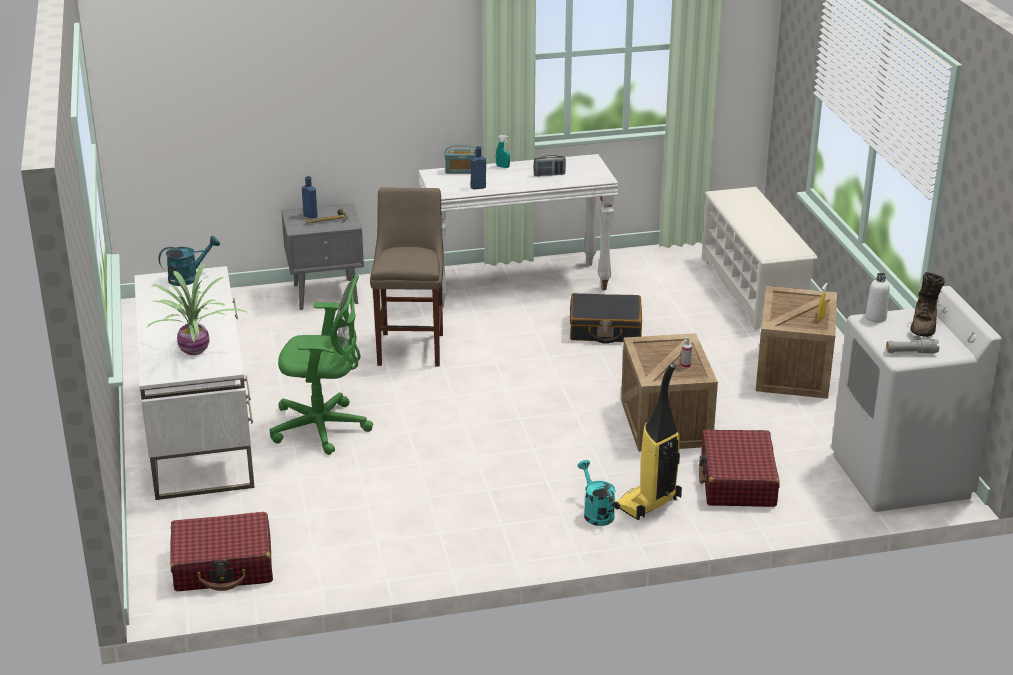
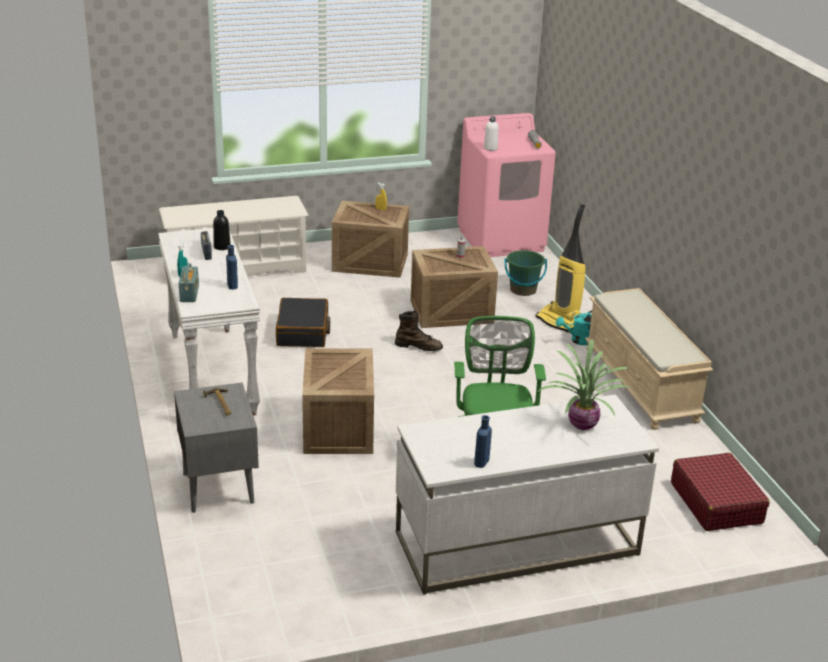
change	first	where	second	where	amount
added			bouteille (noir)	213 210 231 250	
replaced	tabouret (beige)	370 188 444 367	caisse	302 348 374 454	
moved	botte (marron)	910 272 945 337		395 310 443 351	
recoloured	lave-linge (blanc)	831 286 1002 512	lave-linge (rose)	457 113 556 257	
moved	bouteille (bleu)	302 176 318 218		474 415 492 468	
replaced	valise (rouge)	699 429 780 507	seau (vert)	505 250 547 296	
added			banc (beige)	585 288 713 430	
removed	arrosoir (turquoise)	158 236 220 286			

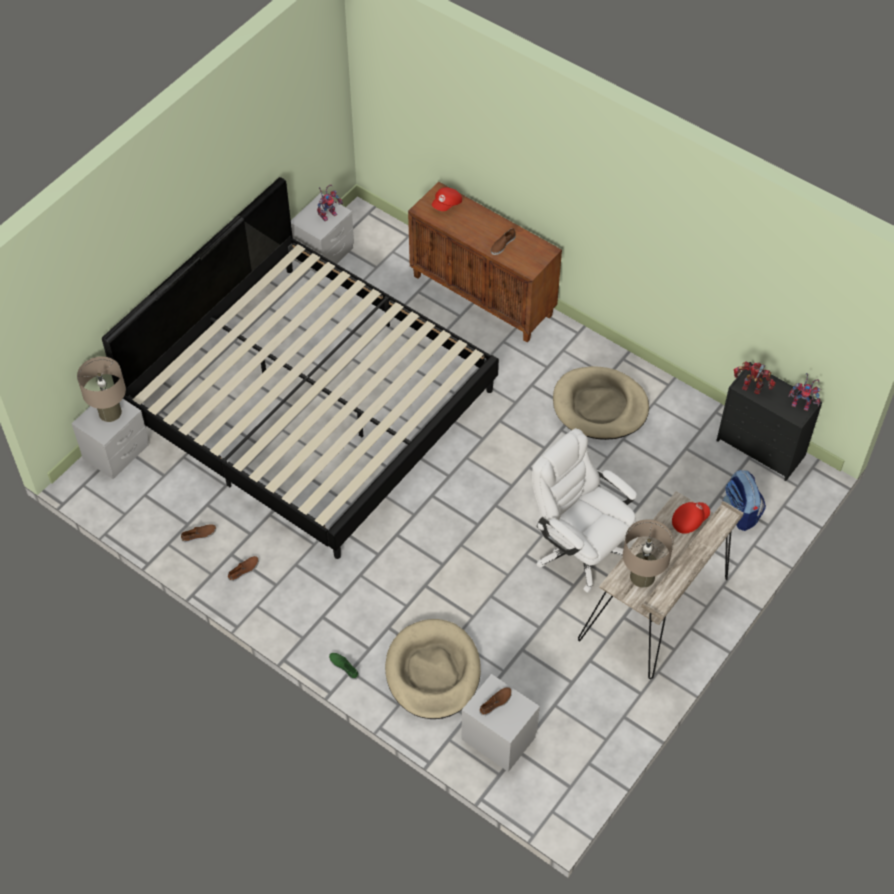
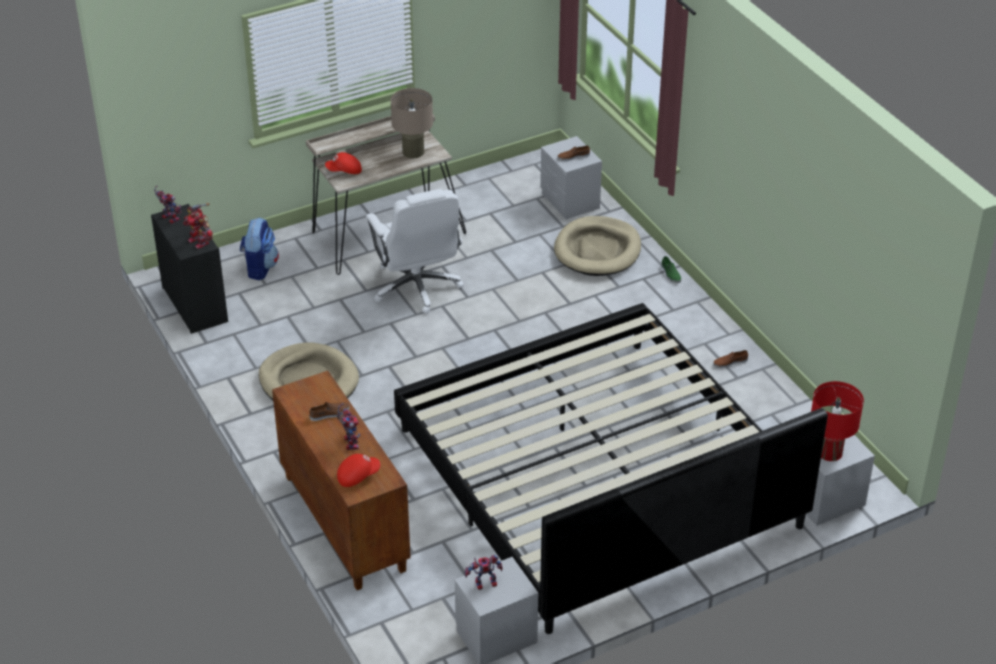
change	first	where	second	where	amount
added			robot jouet	337 403 360 450	
recoloured	lampe de table (beige)	77 356 126 422	lampe de table (rouge)	811 381 864 461	
removed	chaussure (marron)	181 524 216 543			

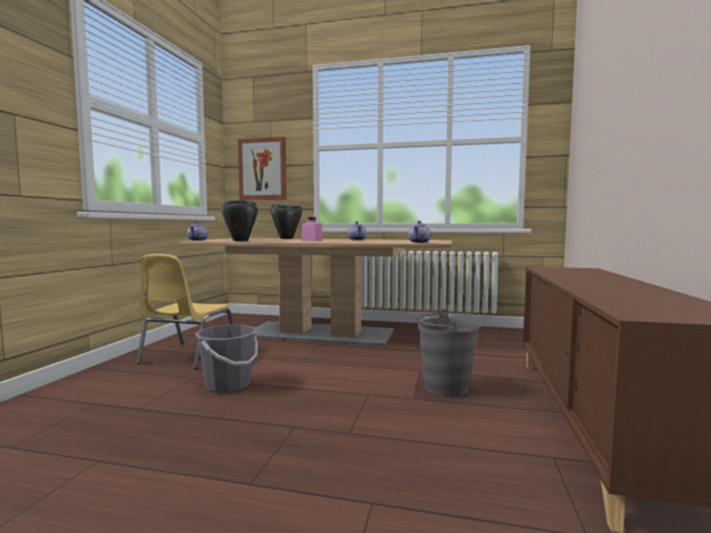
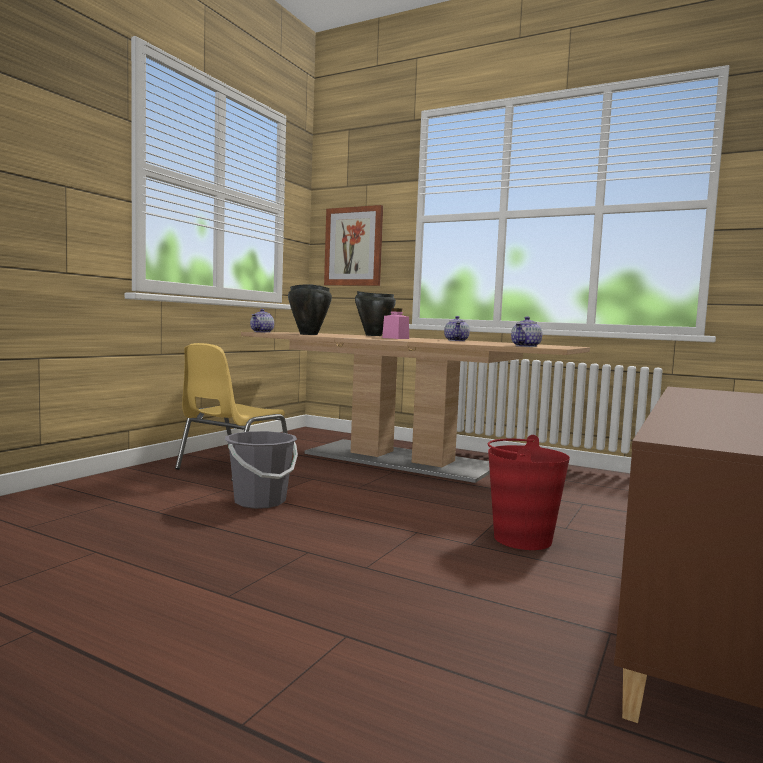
change	first	where	second	where	amount
recoloured	seau (gris)	417 309 479 397	seau (rouge)	488 435 570 550	

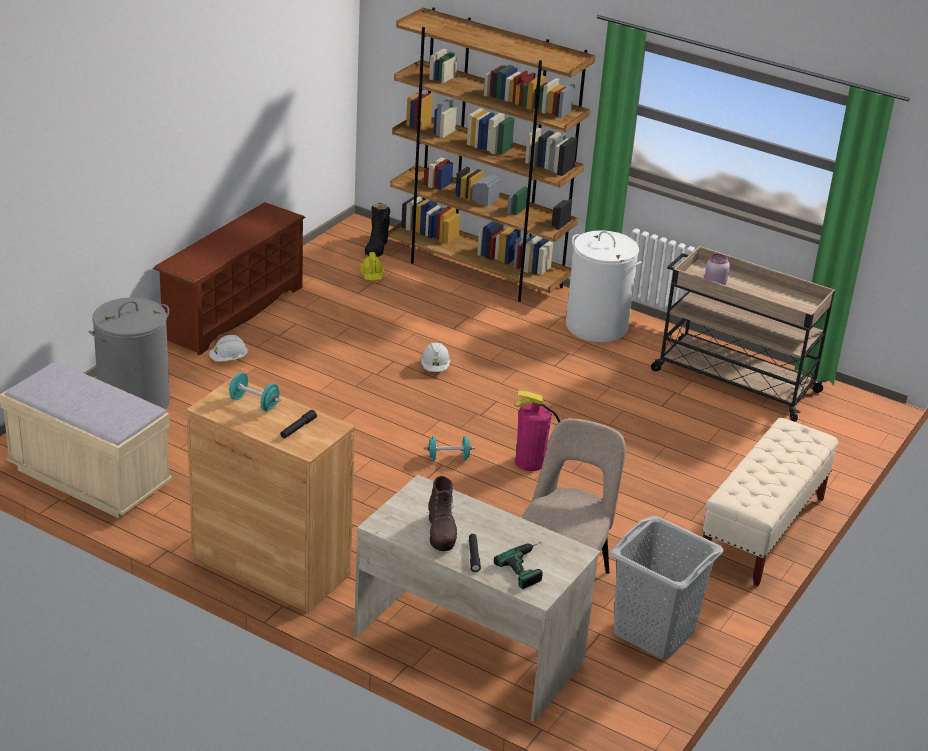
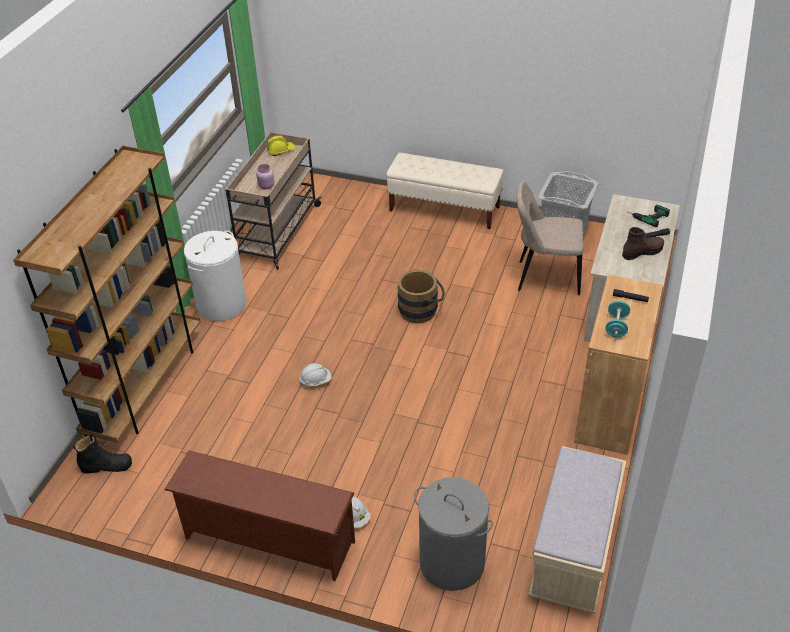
change	first	where	second	where	amount
moved	casque de chantier (jaune)	360 252 384 281		267 136 295 156	
replaced	extincteur	514 390 560 471	seau (marron)	398 270 445 323	
removed	haltère (turquoise)	424 436 475 461			

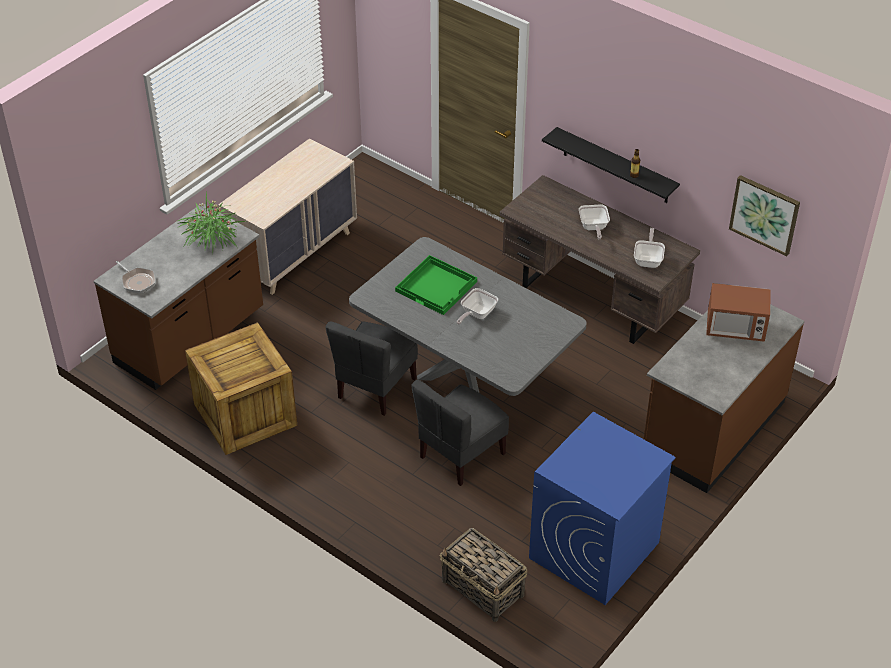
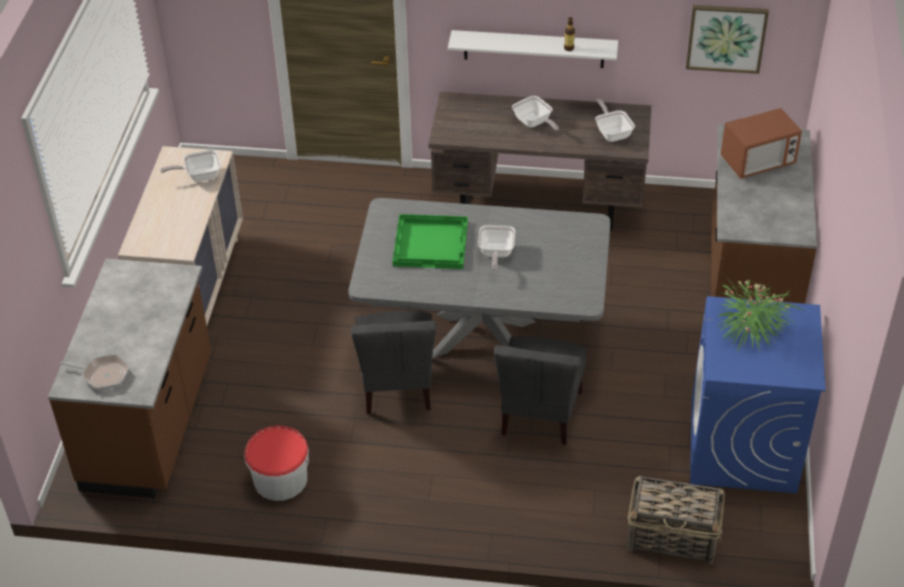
change	first	where	second	where	amount
added			poêle	160 150 221 182	
replaced	caisse	185 322 297 455	seau	244 425 309 501	
recoloured	étagère (noir)	542 127 680 203	étagère (blanc)	448 30 618 68	
moved	plante en pot	176 192 246 250		717 276 804 353	

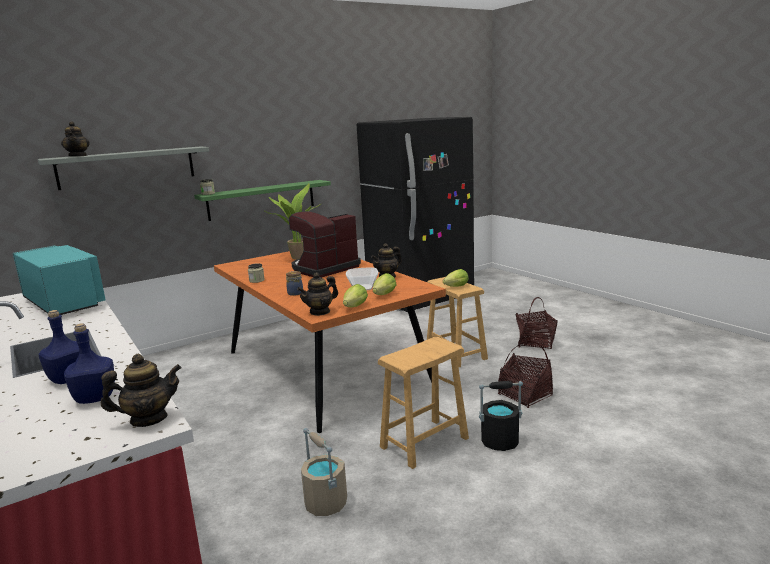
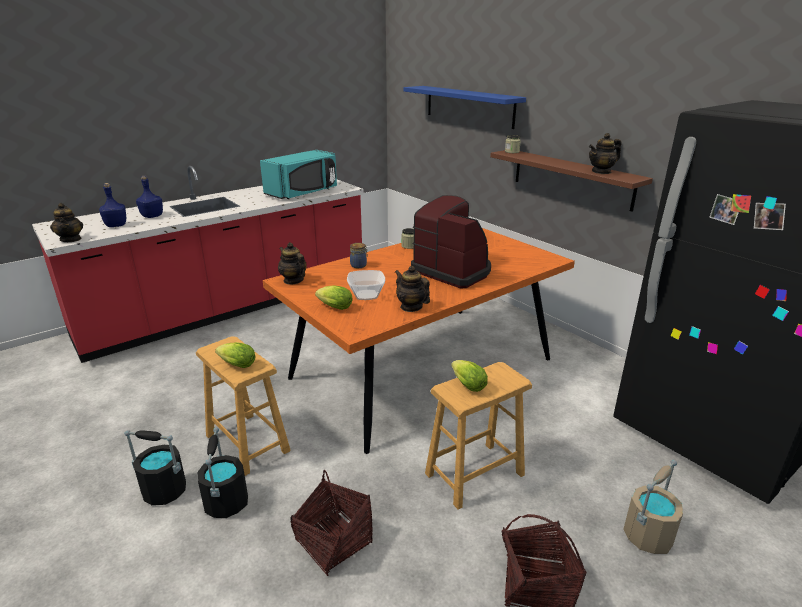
change	first	where	second	where	amount
added			seau (noir)	124 430 186 505	
moved	laitue	343 284 368 307		215 342 256 368	
recoloured	étagère (gris)	38 146 209 190	étagère (bleu)	403 86 526 129	
recoloured	étagère (vert)	194 180 331 221	étagère (marron)	490 150 653 212	
moved	théière	61 121 90 156		589 133 622 174	
moved	seau (beige)	301 428 347 516		624 460 683 554	
removed	plante en pot	265 183 323 260			

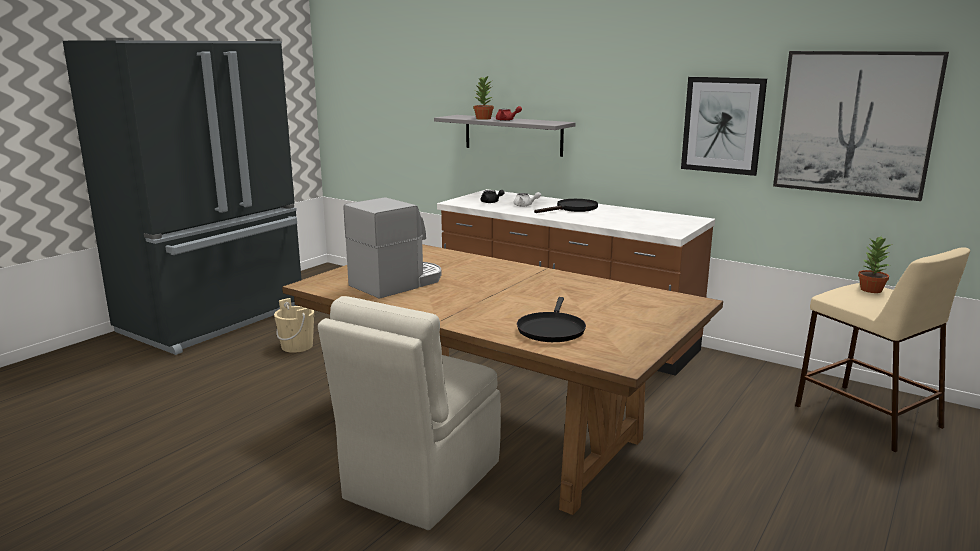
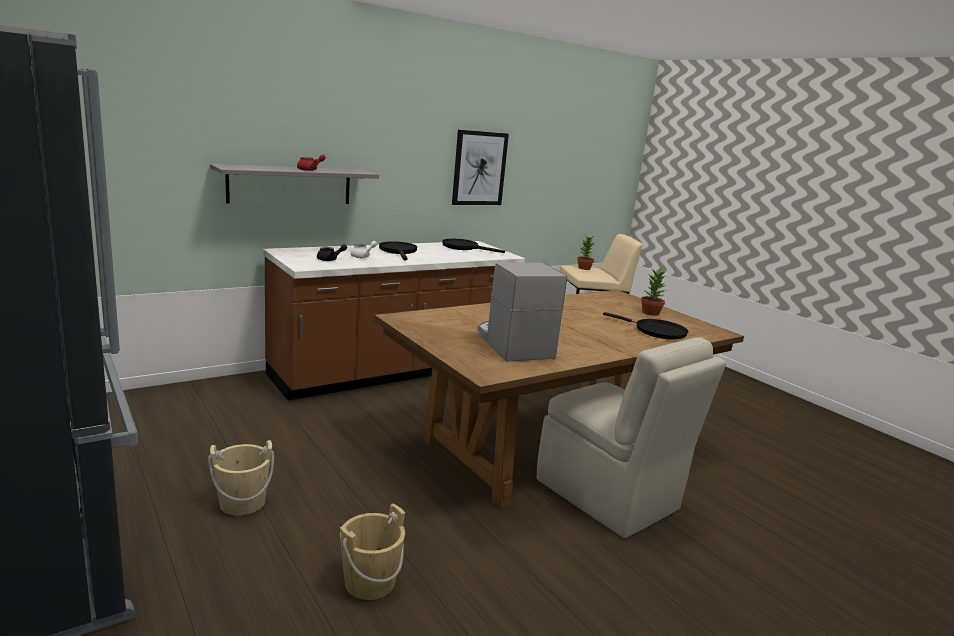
change	first	where	second	where	amount
added			seau (beige)	340 504 405 600	
added			poêle (noir)	442 239 505 253	
moved	plante en pot	473 75 494 120		641 267 667 316	
removed	tableau	773 51 949 201			

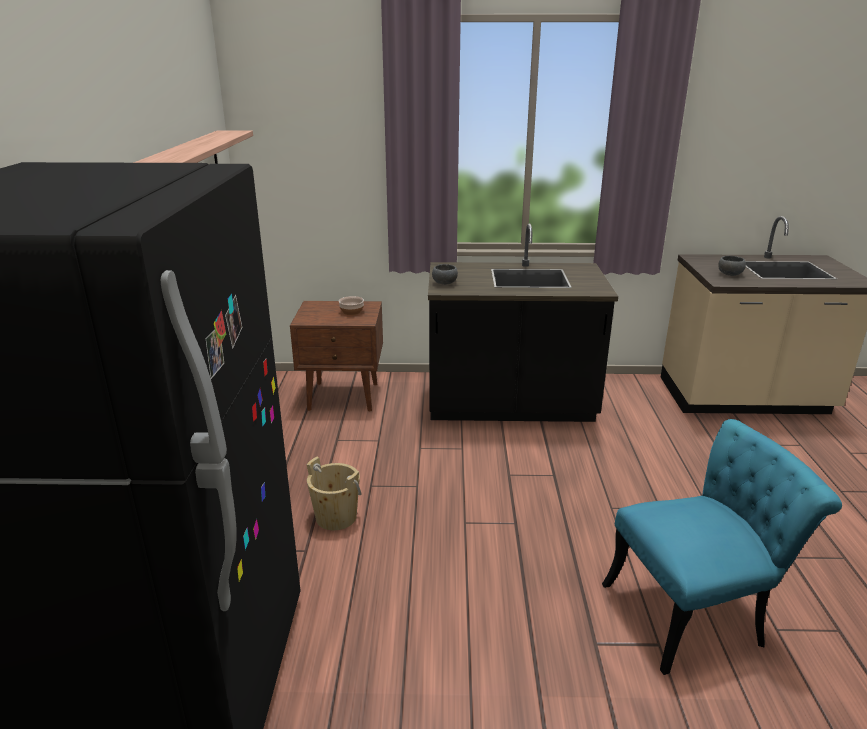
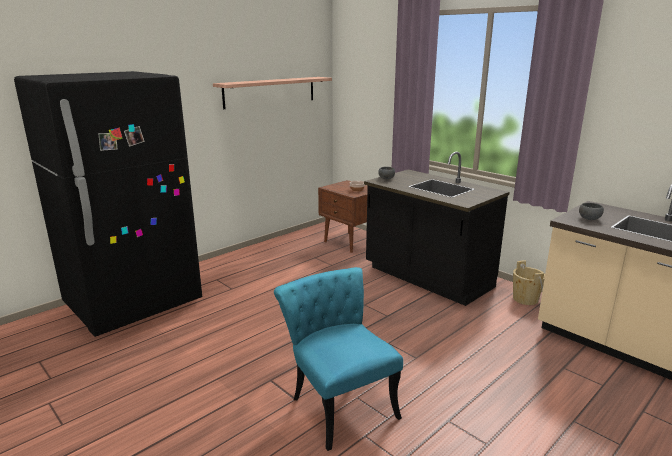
change	first	where	second	where	amount
turned	chaise (turquoise)	602 419 842 675		274 267 403 451	150 degrees counterclockwise
moved	seau (beige)	306 457 362 530		513 260 545 305	

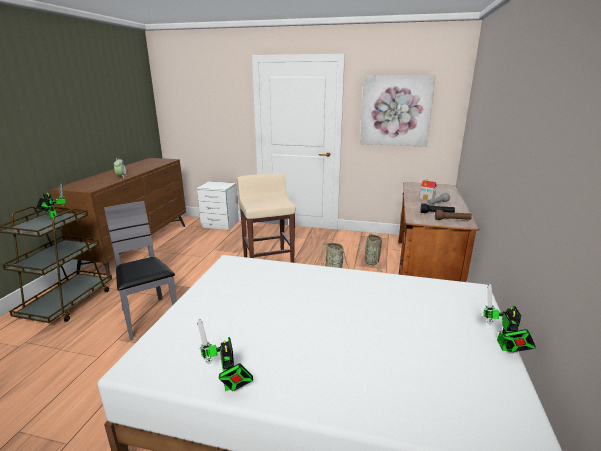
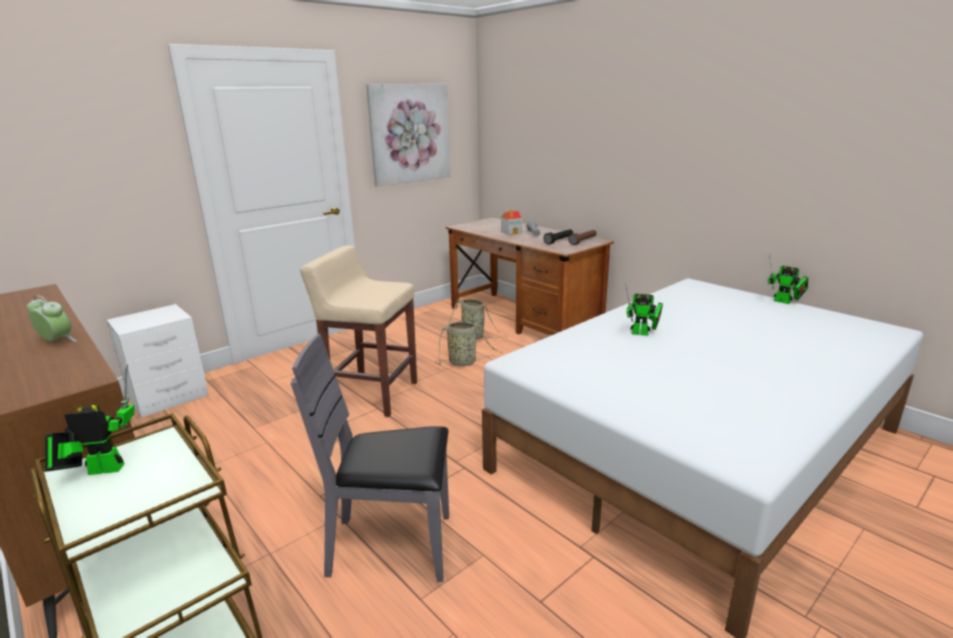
change	first	where	second	where	amount
moved	robot jouet	197 319 253 391		626 286 663 336	

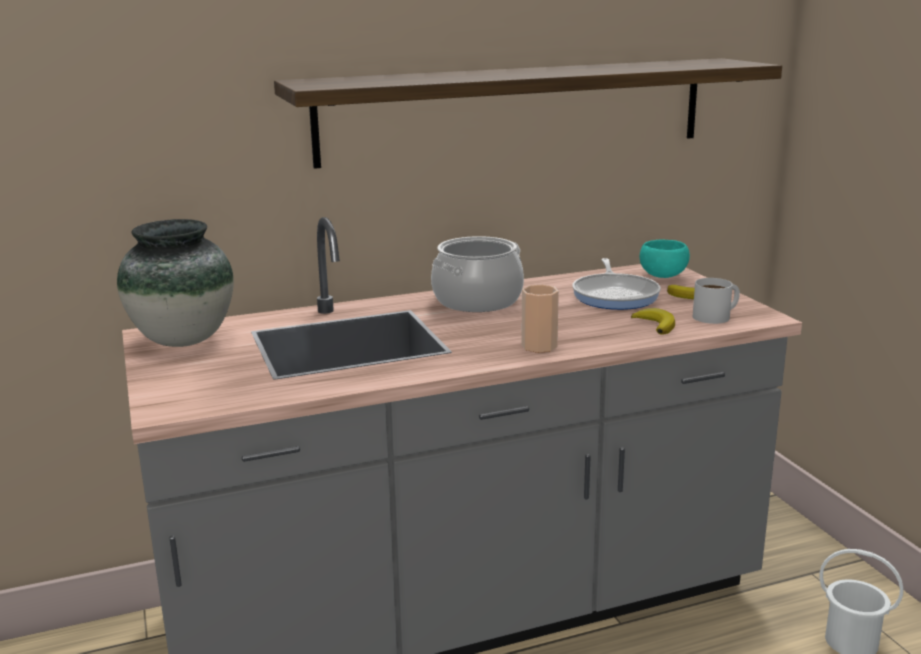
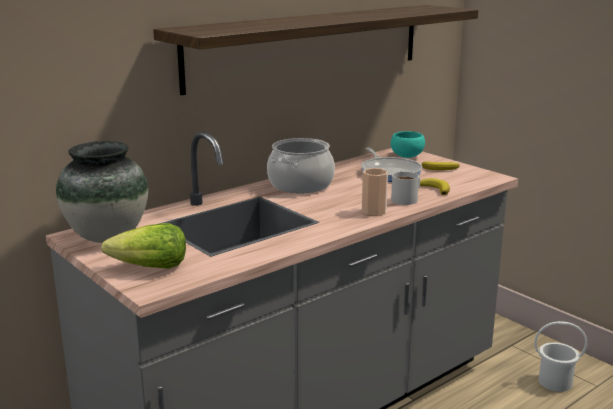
change	first	where	second	where	amount
added			laitue	102 223 186 269	
moved	mug (blanc)	693 278 740 324		391 171 420 205	

